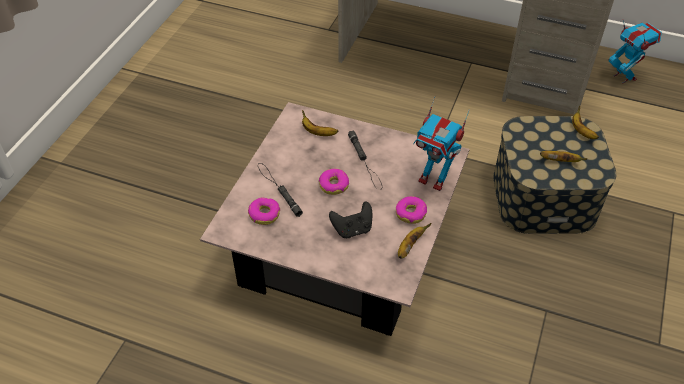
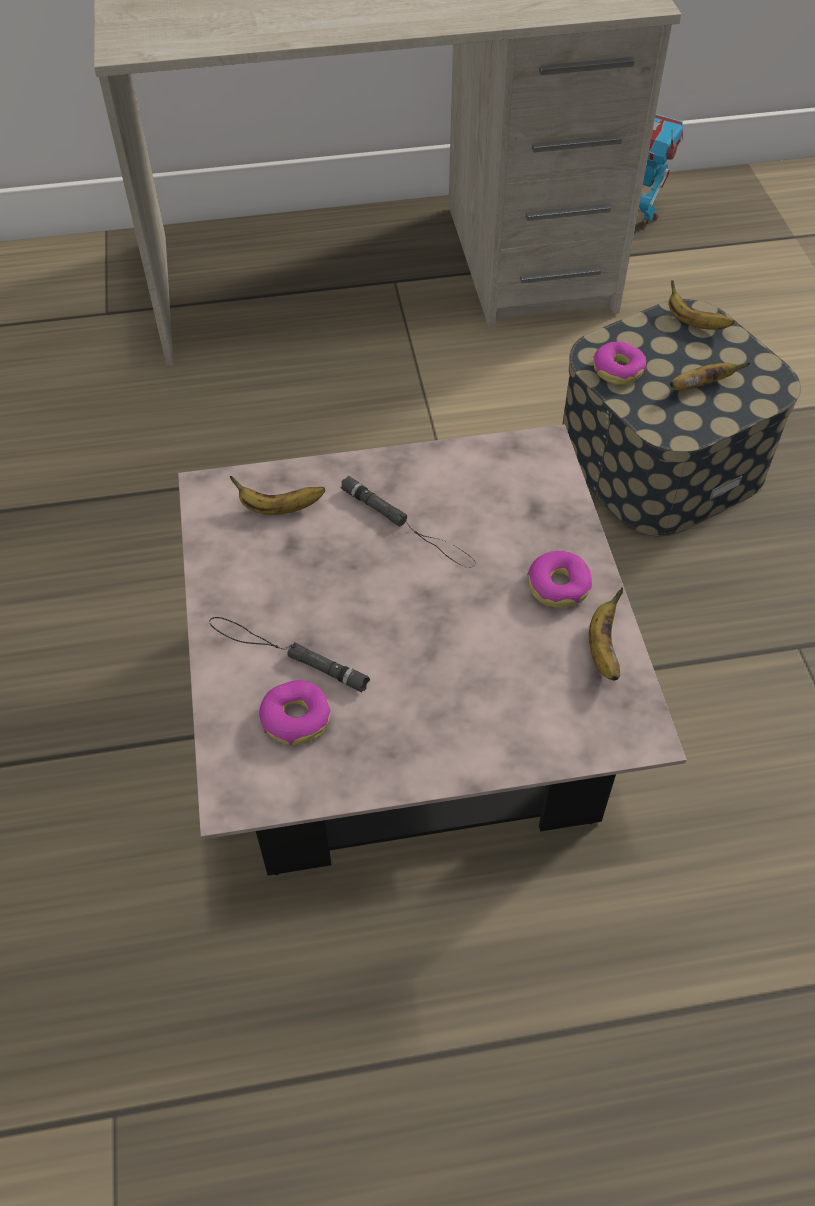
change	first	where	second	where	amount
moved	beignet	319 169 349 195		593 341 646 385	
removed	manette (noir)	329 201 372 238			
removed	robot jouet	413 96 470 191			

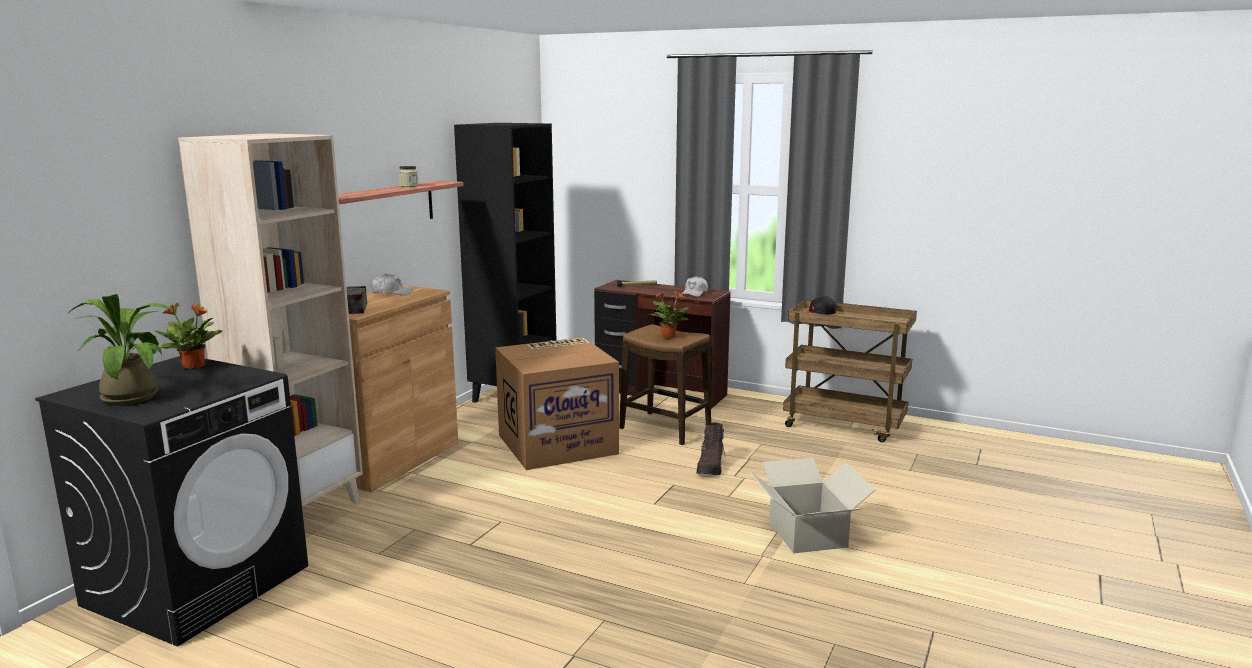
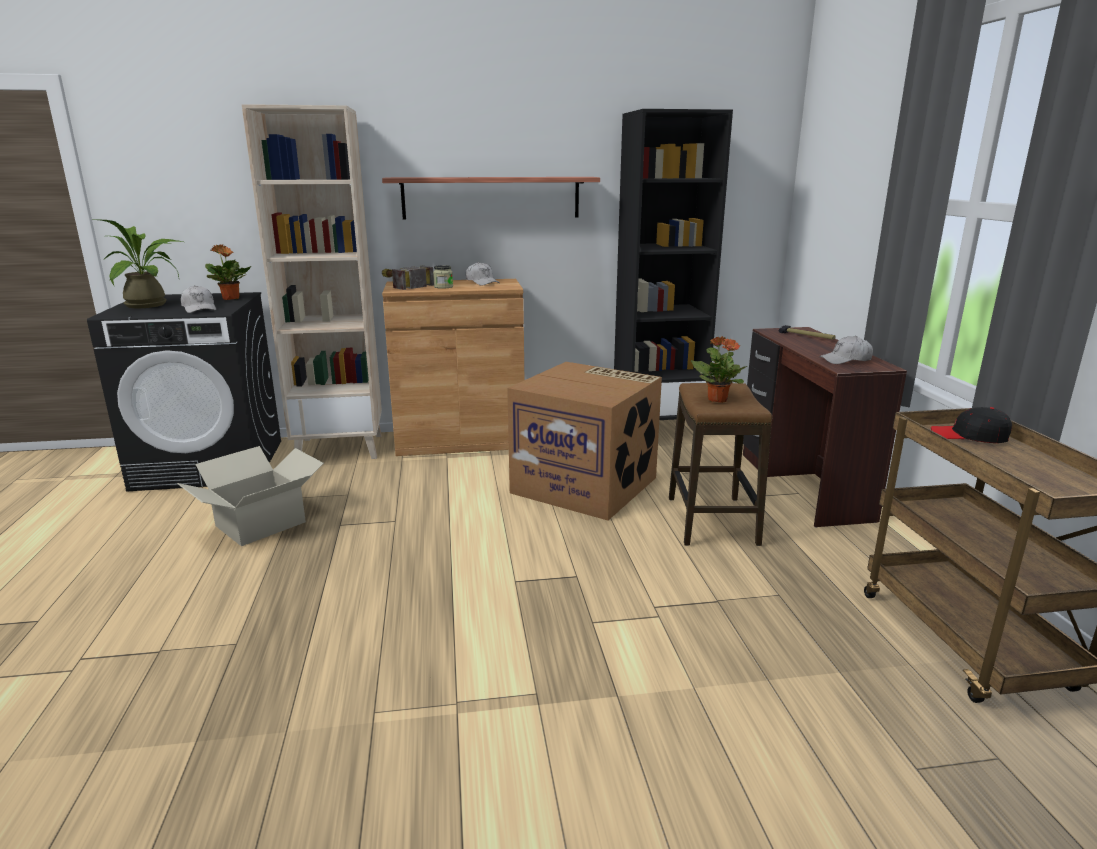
change	first	where	second	where	amount
moved	carton	750 458 876 553		177 446 324 546	
added			casquette (blanc)	181 285 216 313	
moved	bocal	399 166 418 187		433 265 453 289	
removed	botte (marron)	696 423 726 475			

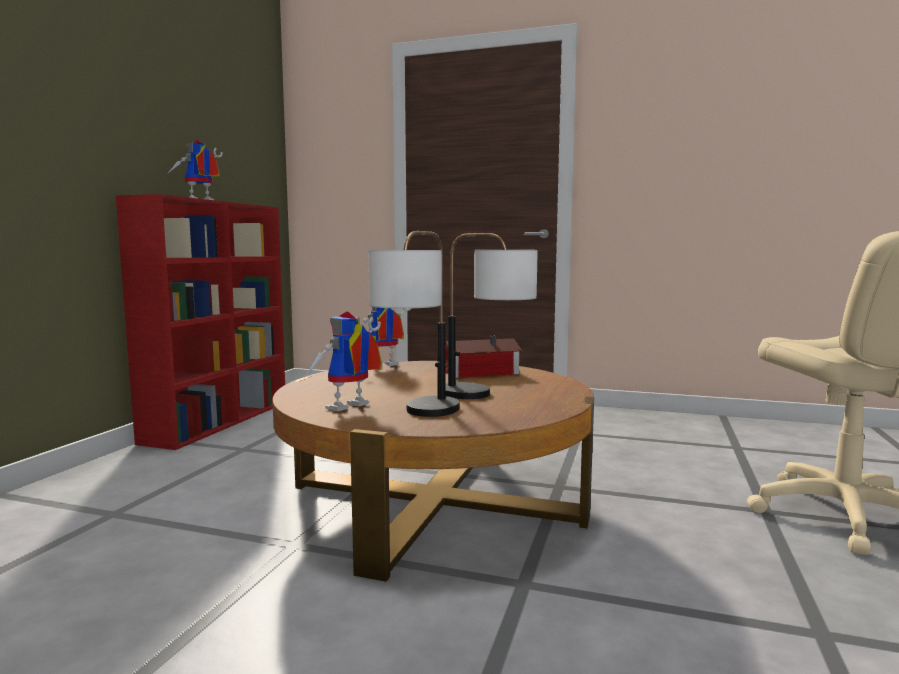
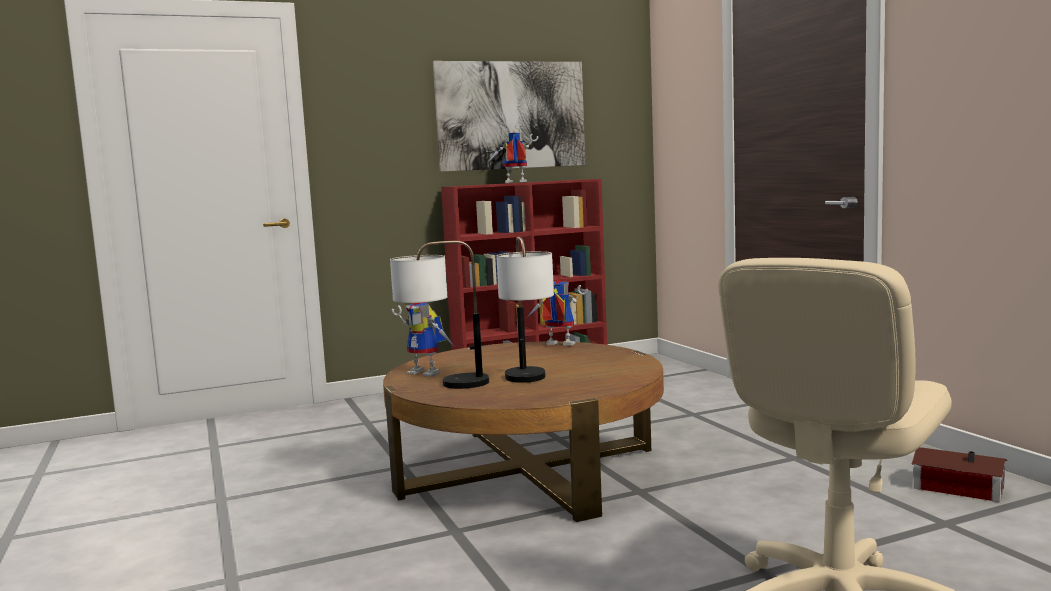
change	first	where	second	where	amount
turned	robot jouet	303 312 382 412		392 302 454 377	150 degrees counterclockwise
added			tableau	433 61 586 172	
moved	maison miniature	446 336 522 378		912 447 1007 502	

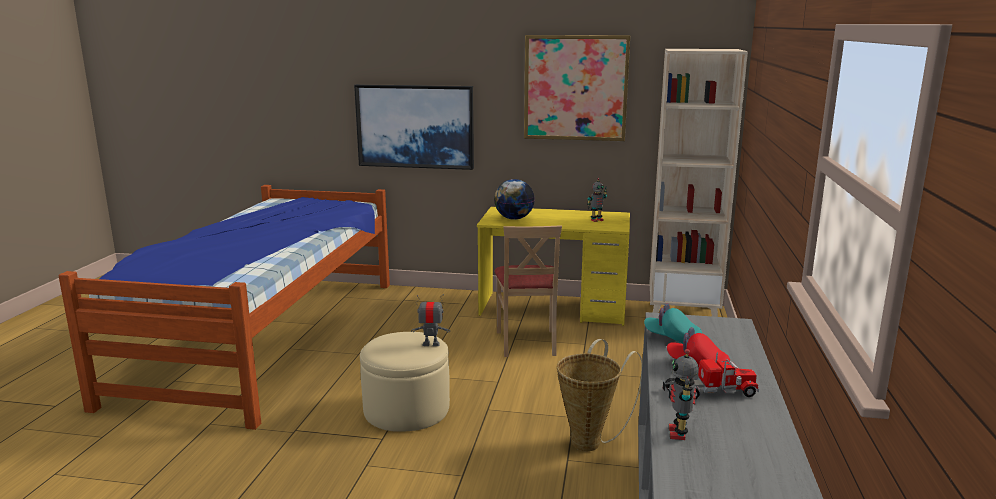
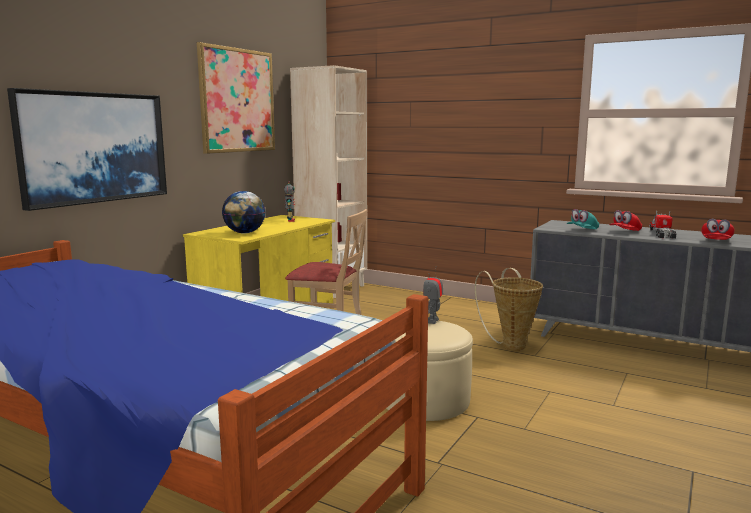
change	first	where	second	where	amount
replaced	robot jouet	669 349 698 440	casquette (rouge)	701 219 734 240	

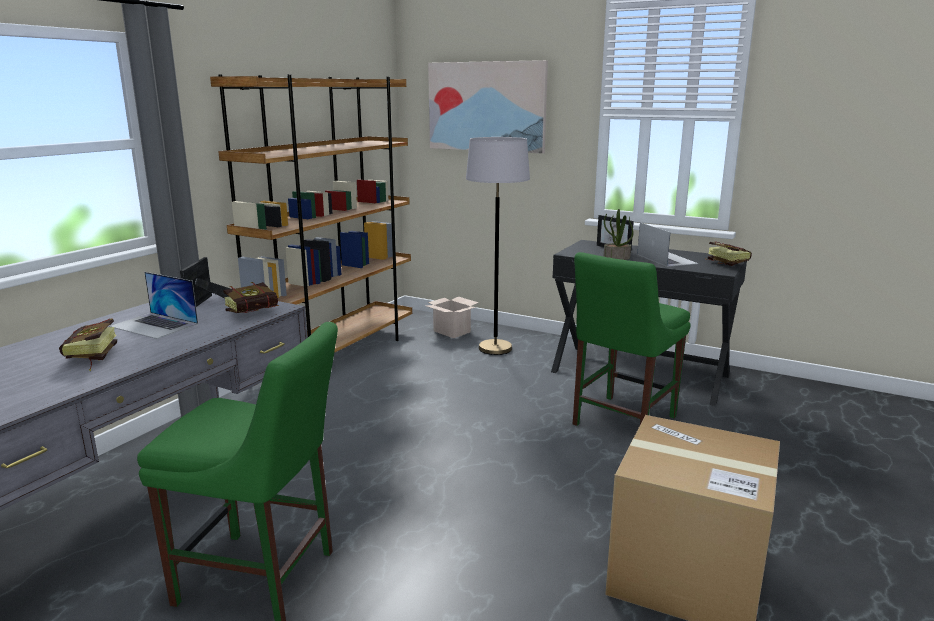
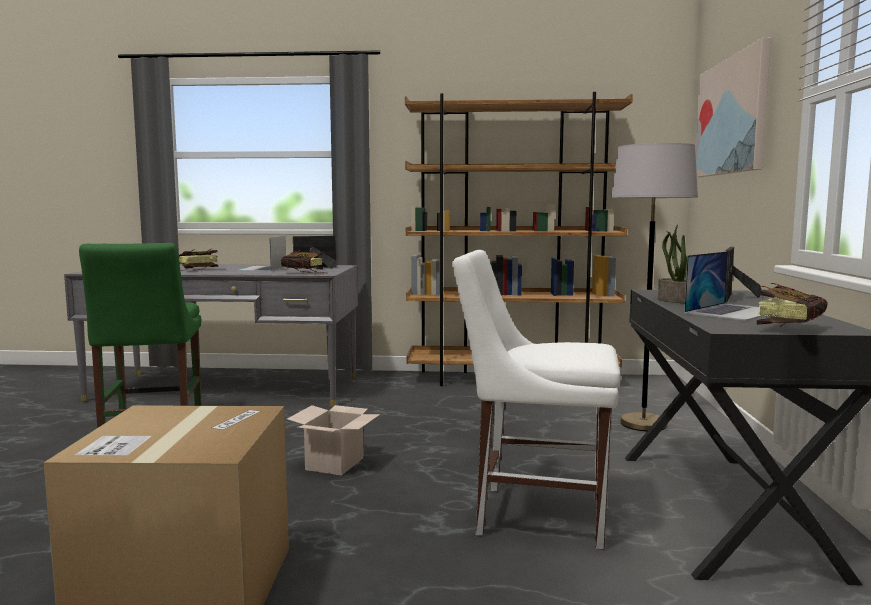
change	first	where	second	where	amount
moved	carton	426 297 479 338		287 405 380 475	
recoloured	chaise (vert)	573 252 691 426	chaise (blanc)	452 250 621 549	

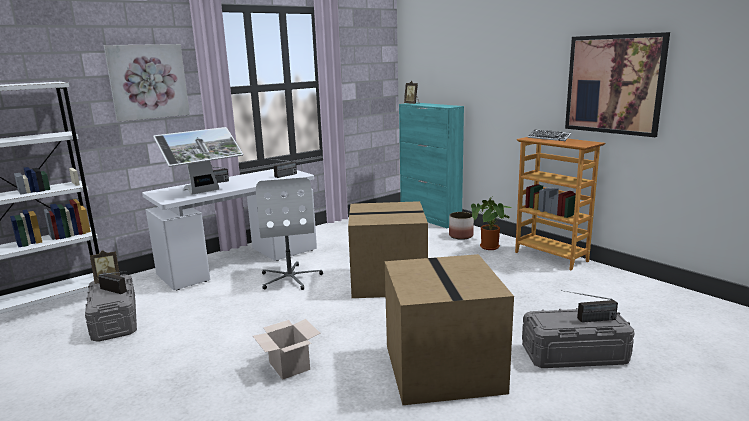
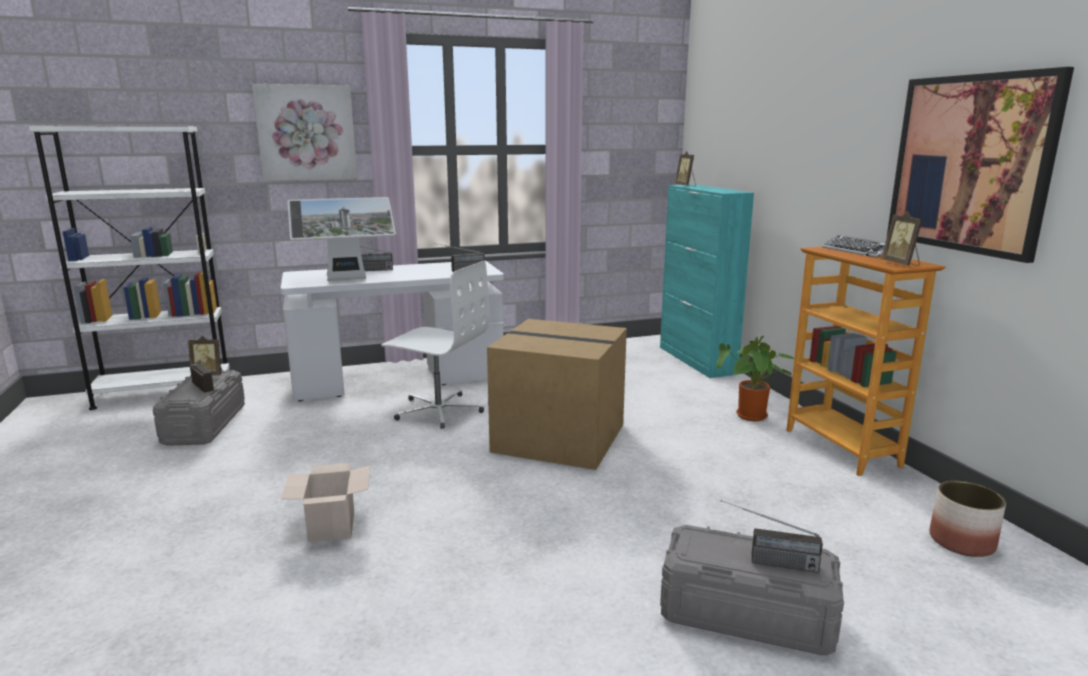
change	first	where	second	where	amount
turned	chaise de bureau (blanc)	256 177 323 290		381 261 490 429	75 degrees counterclockwise
added			cadre photo	881 211 923 266	
moved	cache-pot	449 212 474 240		930 481 1006 557	
removed	carton	385 254 514 405			

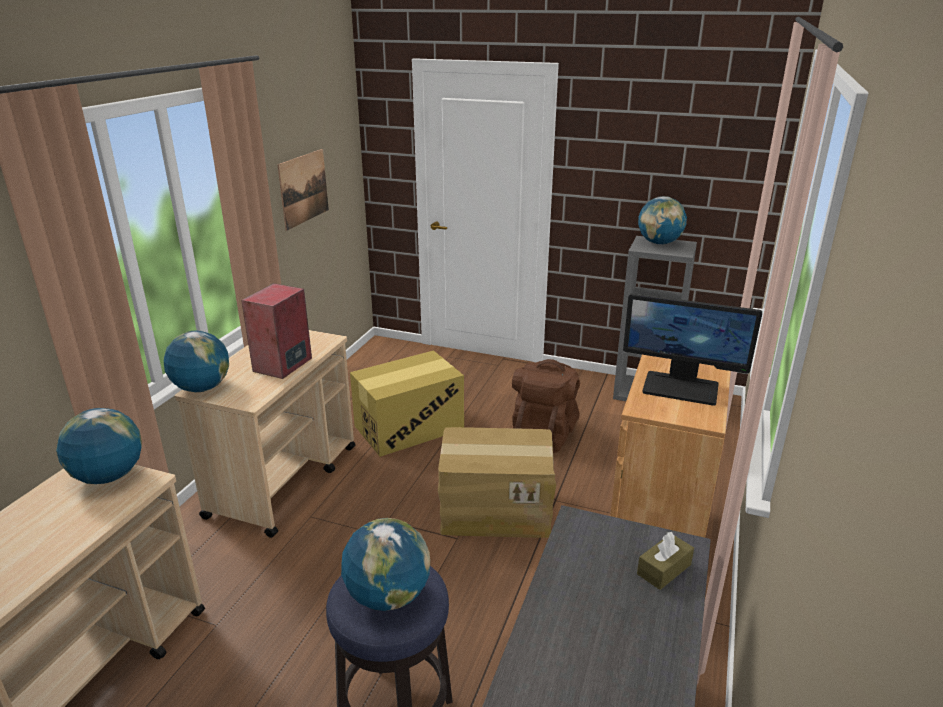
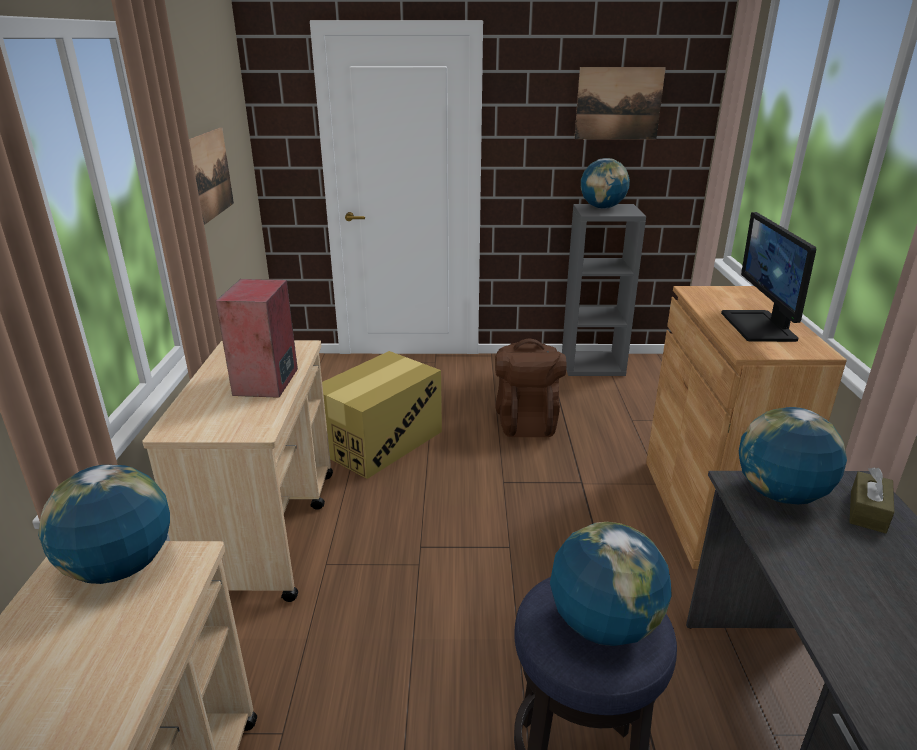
change	first	where	second	where	amount
added			tableau	574 67 666 139	
turned	écran d'ordinateur	623 293 762 406		721 212 816 342	90 degrees clockwise
moved	globe	164 331 229 392		739 407 847 504	
removed	carton	438 427 556 538			

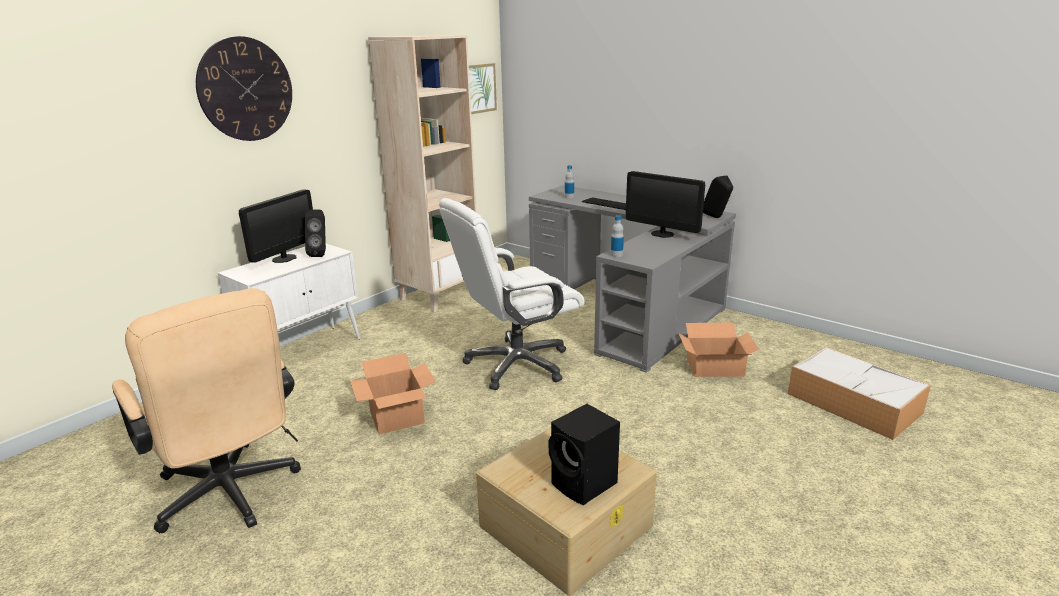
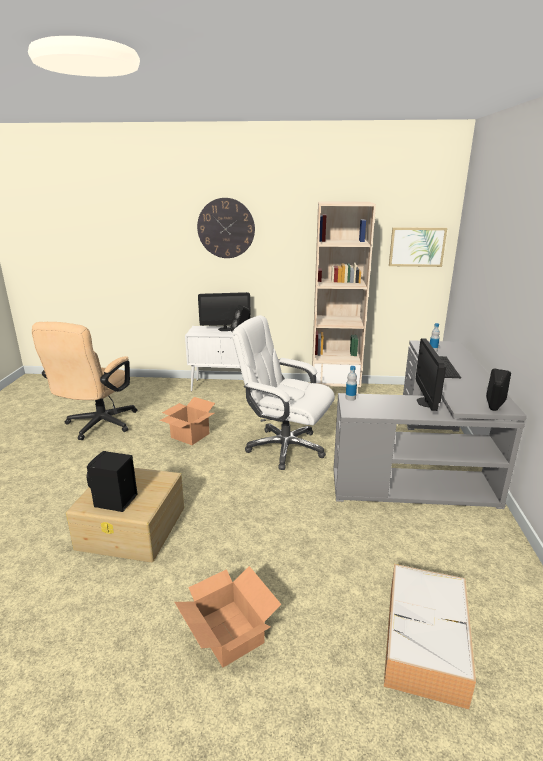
change	first	where	second	where	amount
moved	carton	678 322 759 377		175 566 281 668	

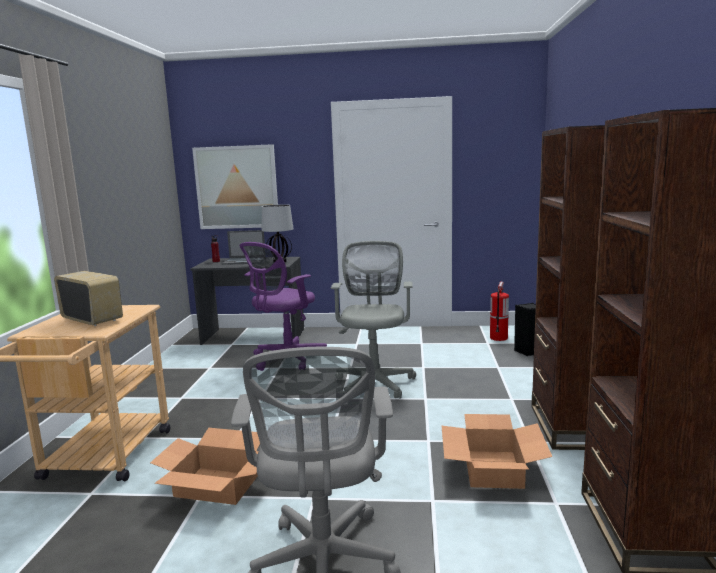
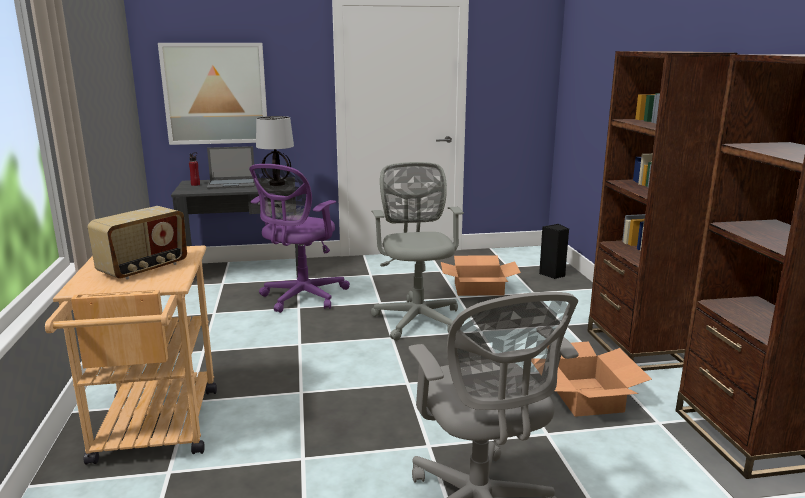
change	first	where	second	where	amount
turned	radio	54 271 123 326		87 206 187 280	105 degrees clockwise
moved	carton	150 428 260 505		441 256 521 296	
removed	extincteur	490 282 509 341			

